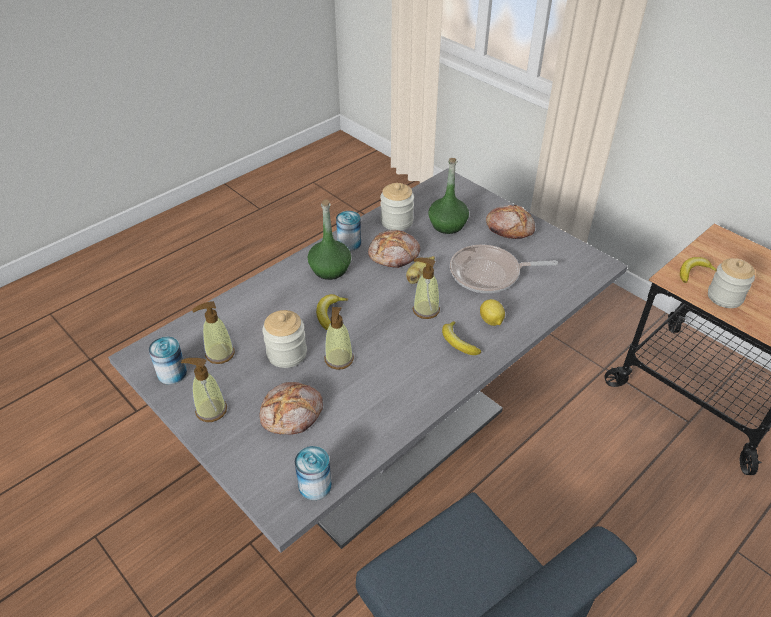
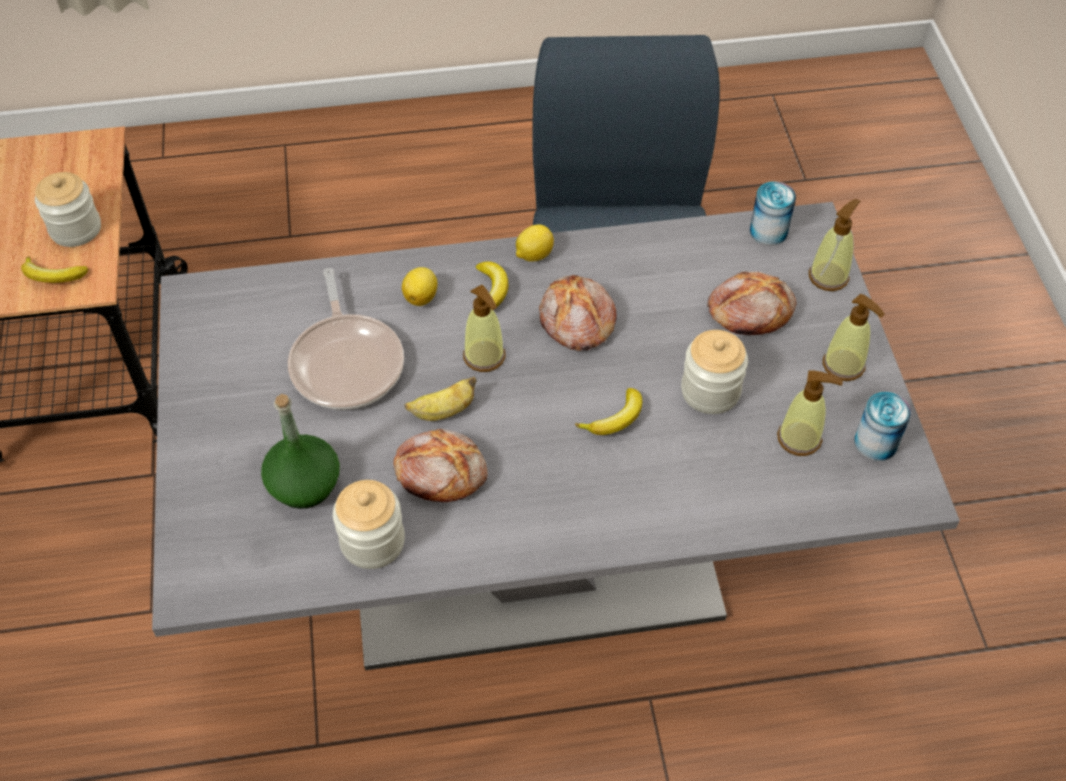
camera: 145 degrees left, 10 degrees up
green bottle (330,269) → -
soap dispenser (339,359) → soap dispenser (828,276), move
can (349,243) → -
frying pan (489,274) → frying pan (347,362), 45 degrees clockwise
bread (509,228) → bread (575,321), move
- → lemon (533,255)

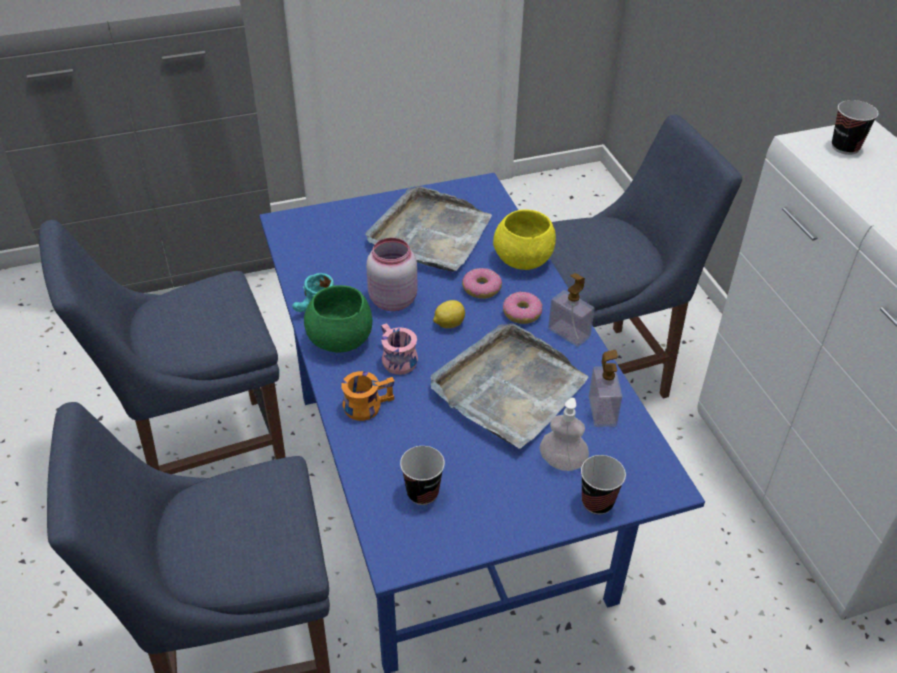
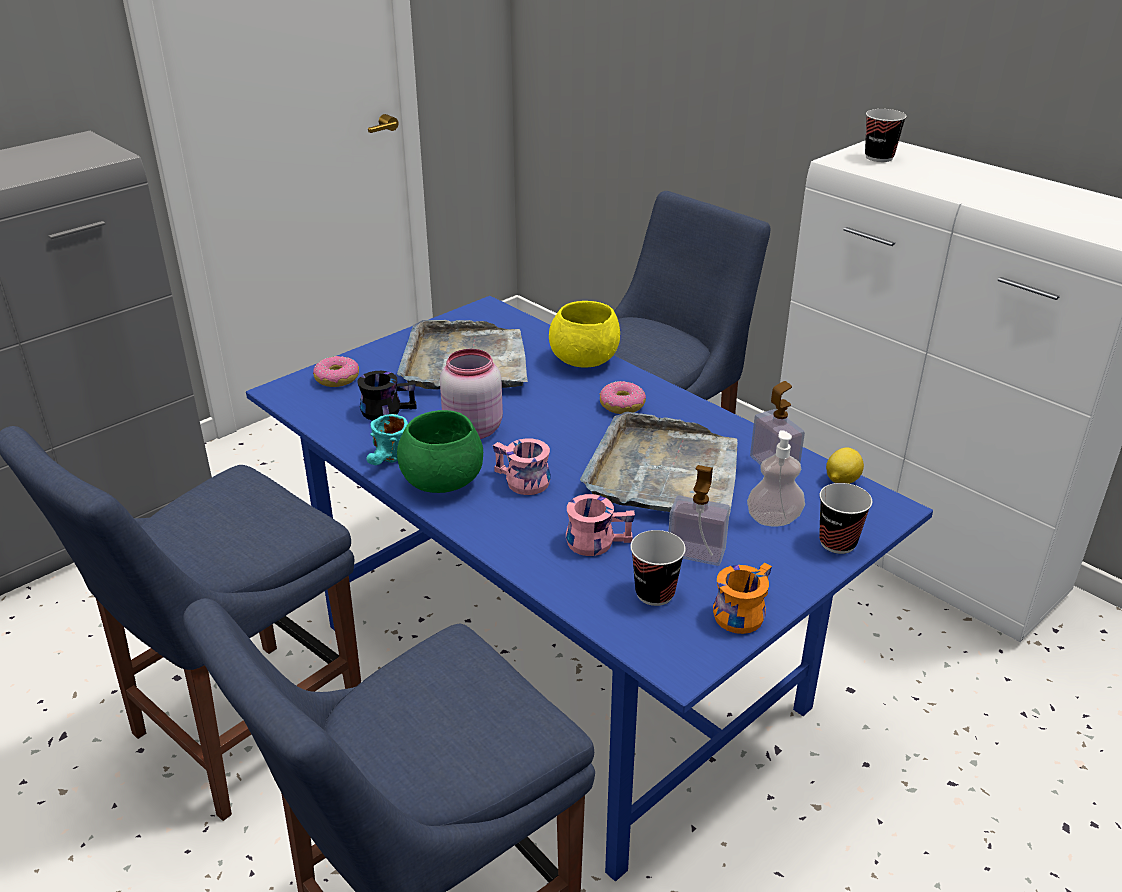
camera: 25 degrees left, 10 degrees down
orange mug (366,404) → orange mug (739,611), move
lemon (448,324) → lemon (841,481), move
donut (481,289) → donut (337,379), move
soap dispenser (569,333) → soap dispenser (696,553), move
- → black mug (387,409)
- → pink mug (597,539)

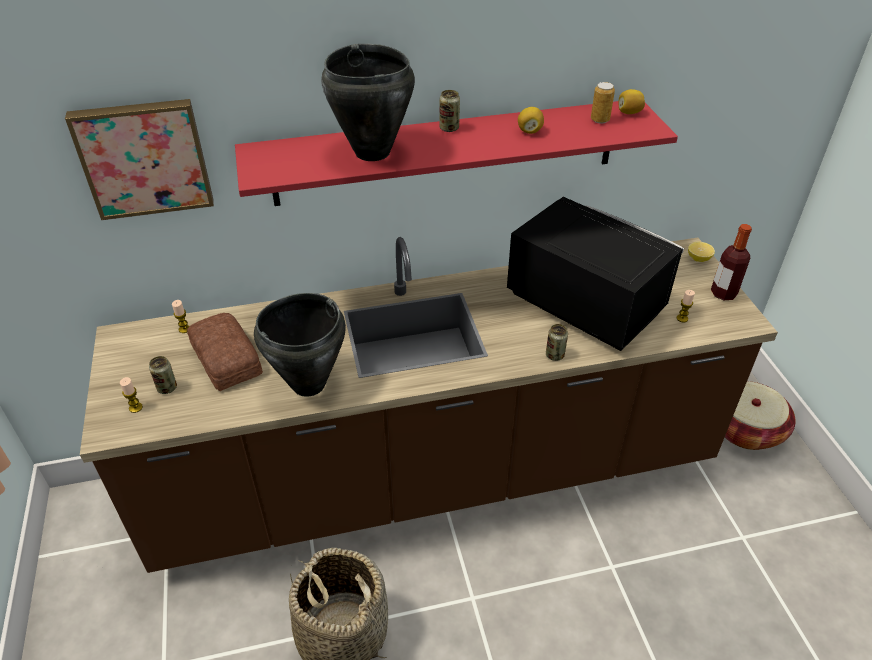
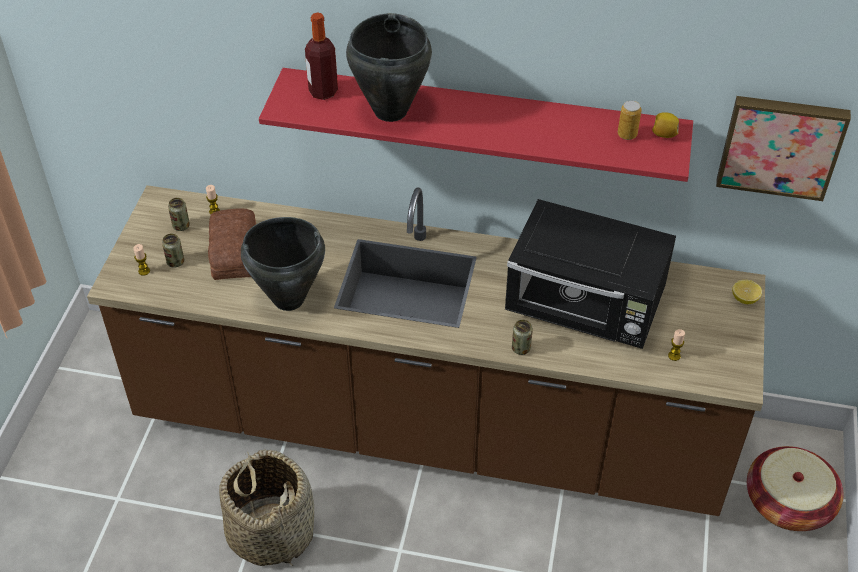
camera: 25 degrees right, 5 degrees up
picture (144,158) → picture (780,145), move
can (449,128) → can (181,226), move
black microwave (583,305) → black microwave (585,308), 135 degrees clockwise
lemon (529,131) → -
bottle (723,293) → bottle (323,92), move

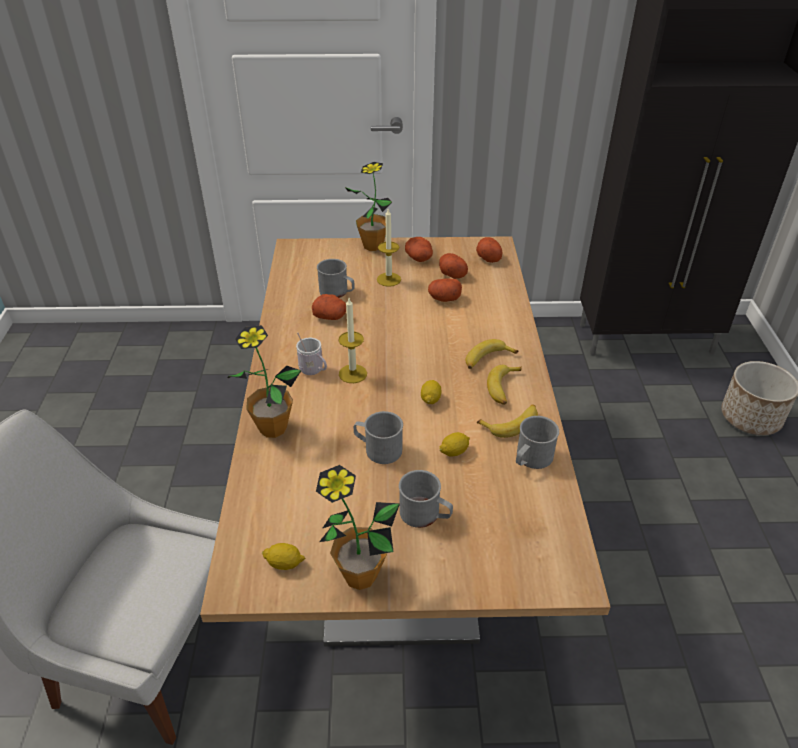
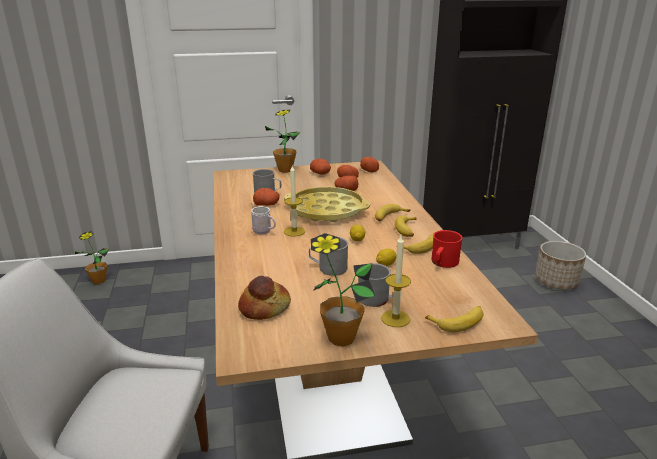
camera: 10 degrees left, 15 degrees down
potted plant (273,428) → potted plant (99,281), move
lemon (284,563) → -
candle (388,279) → candle (395,318), move
grey mug (531,459) → red mug (443,263)
- → bread (265,308)
- → yellow tray (326,210)
- → banana (458,322)

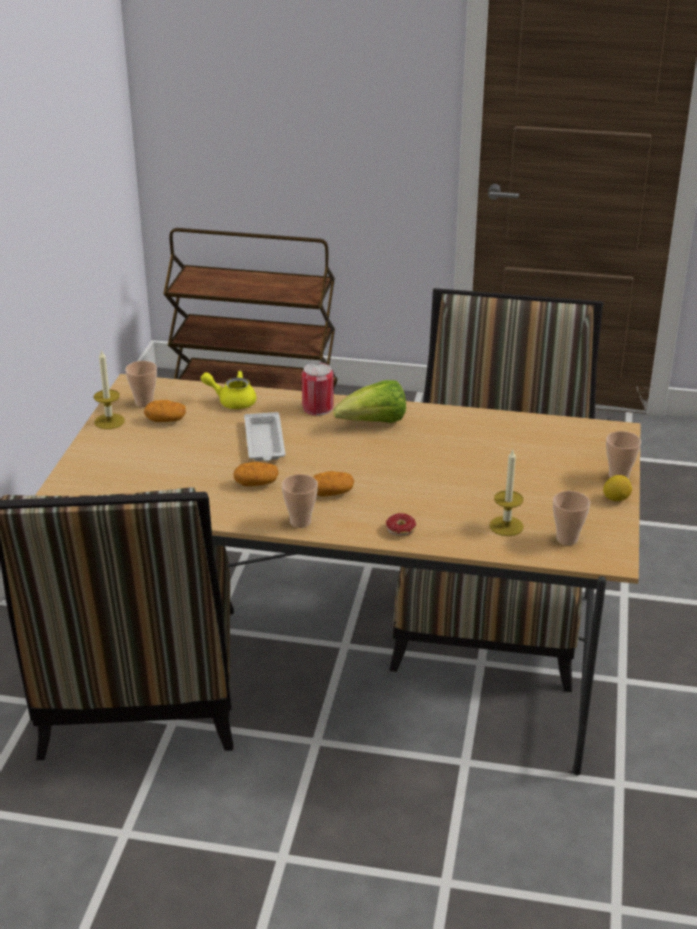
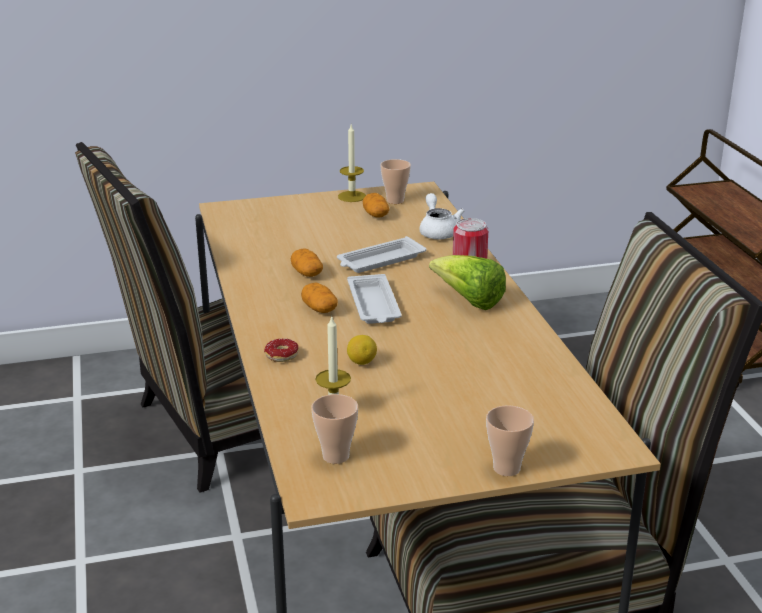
camera: 65 degrees right, 5 degrees down
yellow teapot (232,401) → white teapot (438,231)
cup (300,522) → -
lemon (616,499) → lemon (361,362), move
- → white tray (374,305)

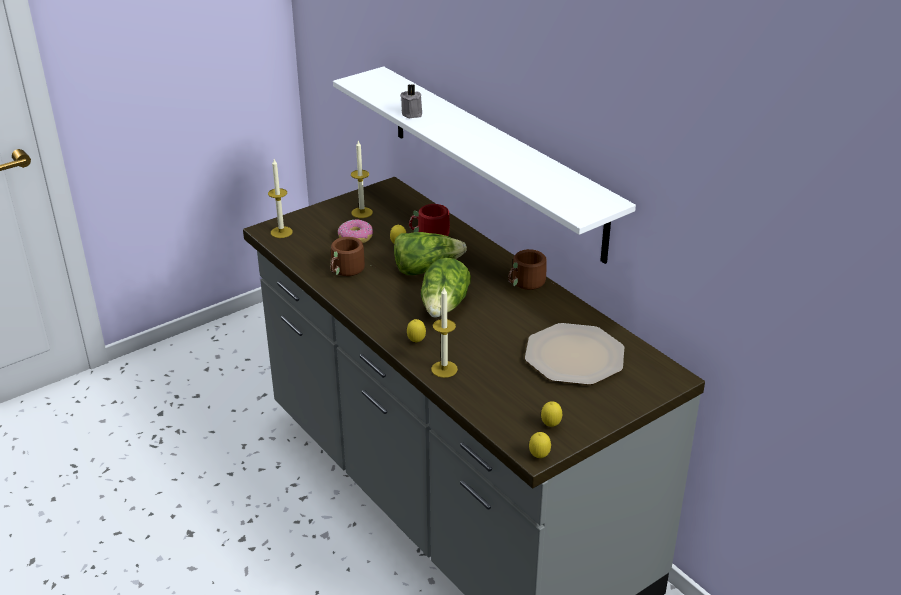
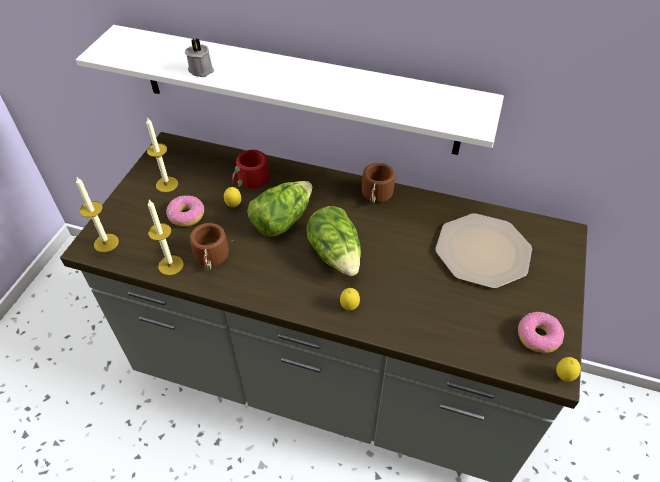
camera: 35 degrees left, 15 degrees up
candle (444,369) → candle (171,265), move
lemon (550,426) → donut (538,336)

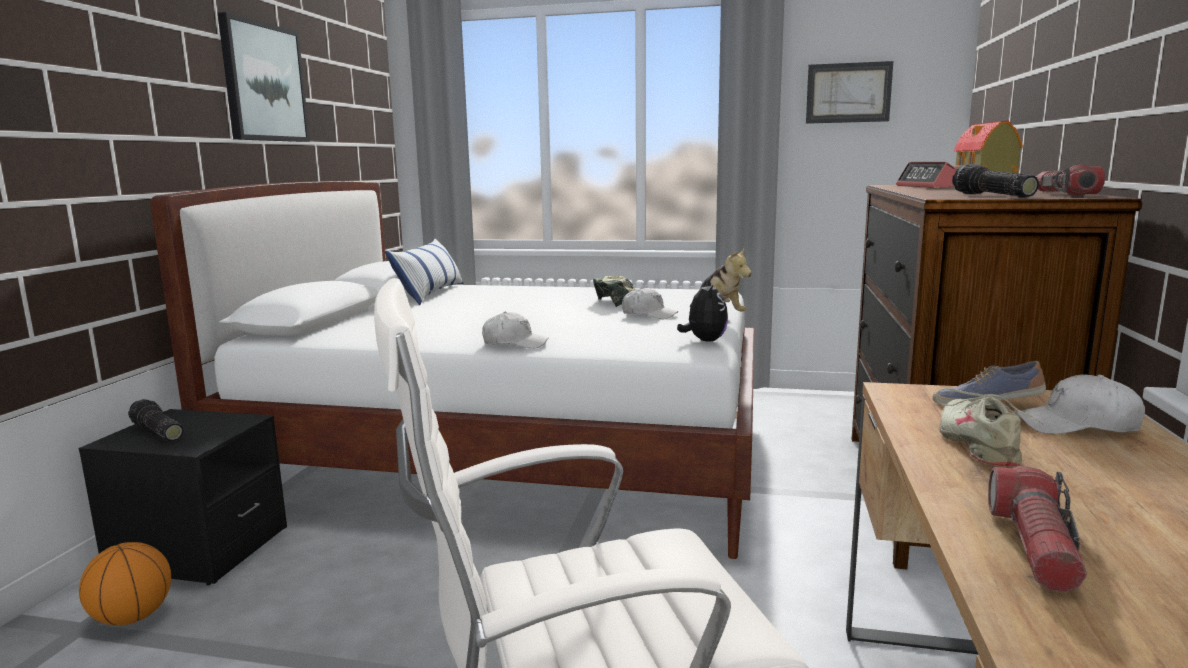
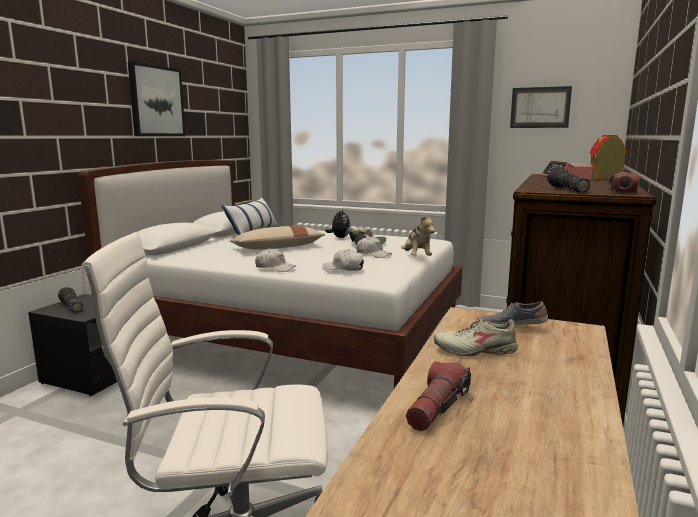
camera: 10 degrees right, 0 degrees up
basketball (132,617) → -
plush toy (704,341) → plush toy (339,237), move
beige shoe (979,445) → beige shoe (475,350), 105 degrees counterclockwise
white cap (1077,425) → white cap (343,269), move
- → beige pillow (278,248)

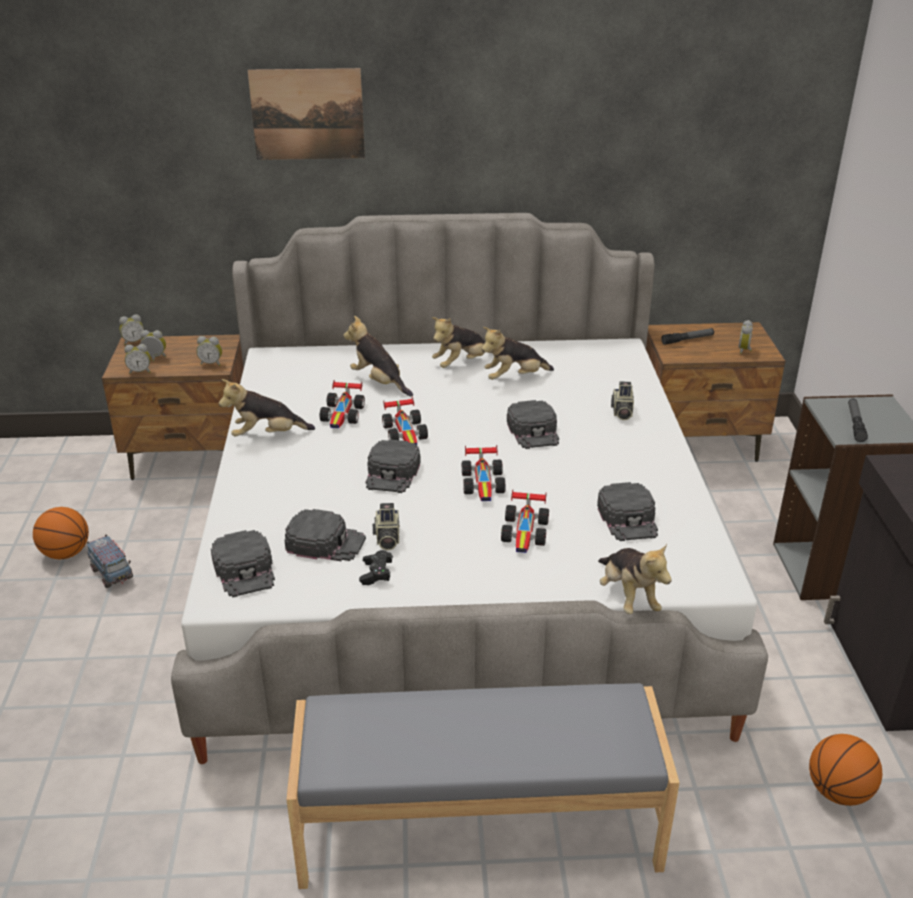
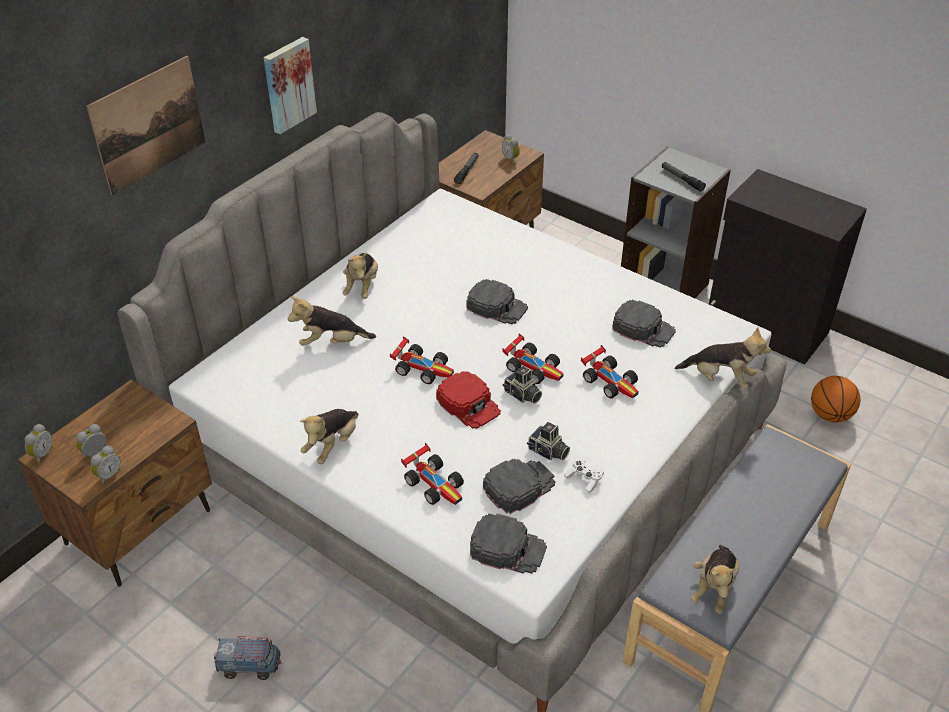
camera: 50 degrees left, 10 degrees up
basketball (66,553) → -
alarm clock (211,363) → -
toy car (343,414) → toy car (435,483), move
black game controller (376,574) → white game controller (584,479)
black cap (392,473) → red cap (469,404)
plush toy (514,378) → plush toy (713,587), move
photo camera (621,412) → photo camera (522,395), move
- → picture (288,84)

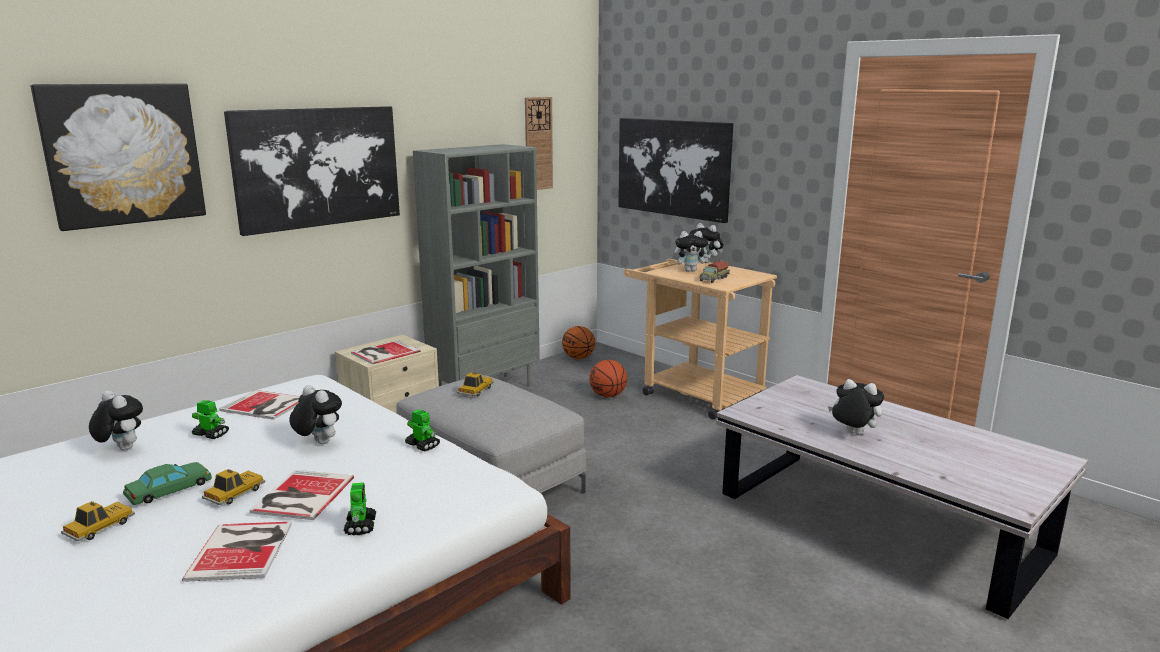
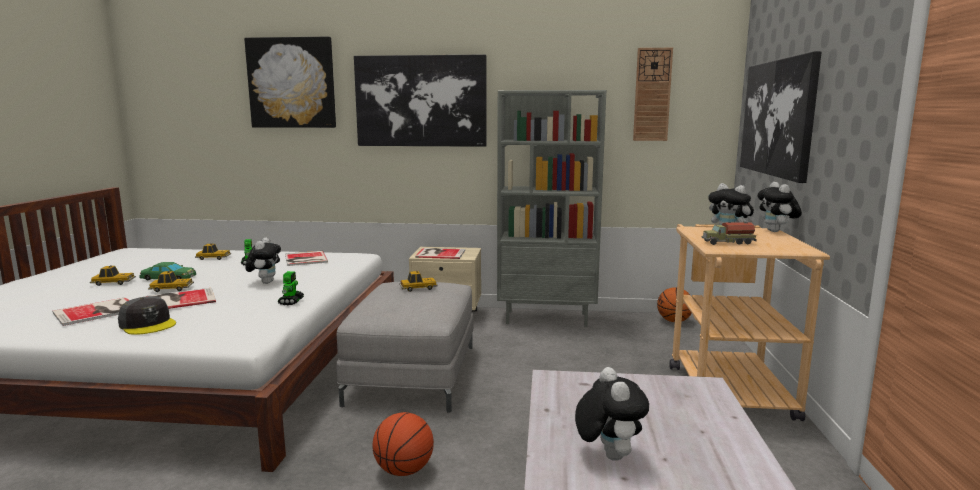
camera: 50 degrees right, 5 degrees down
plush toy (121,449) → toy car (213,258)
toy robot (360,526) → grey cap (148,324)
basketball (608,395) → basketball (404,470), move

